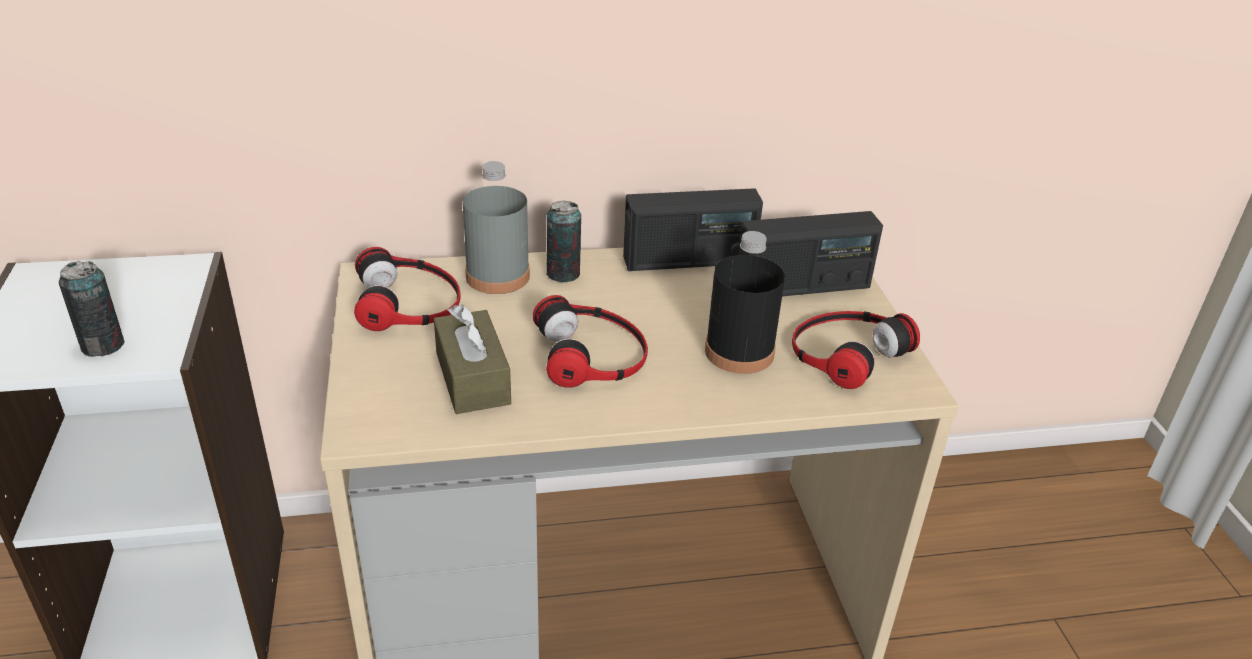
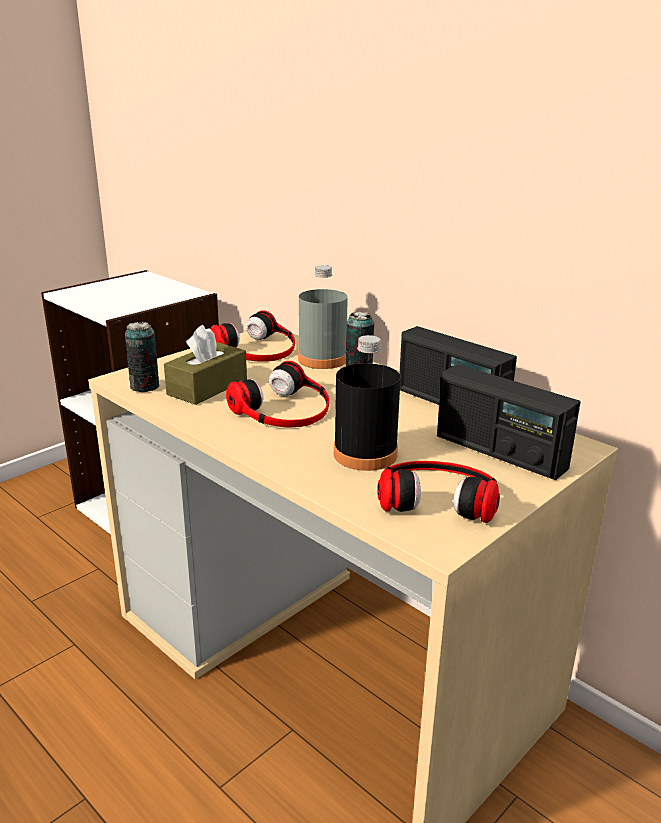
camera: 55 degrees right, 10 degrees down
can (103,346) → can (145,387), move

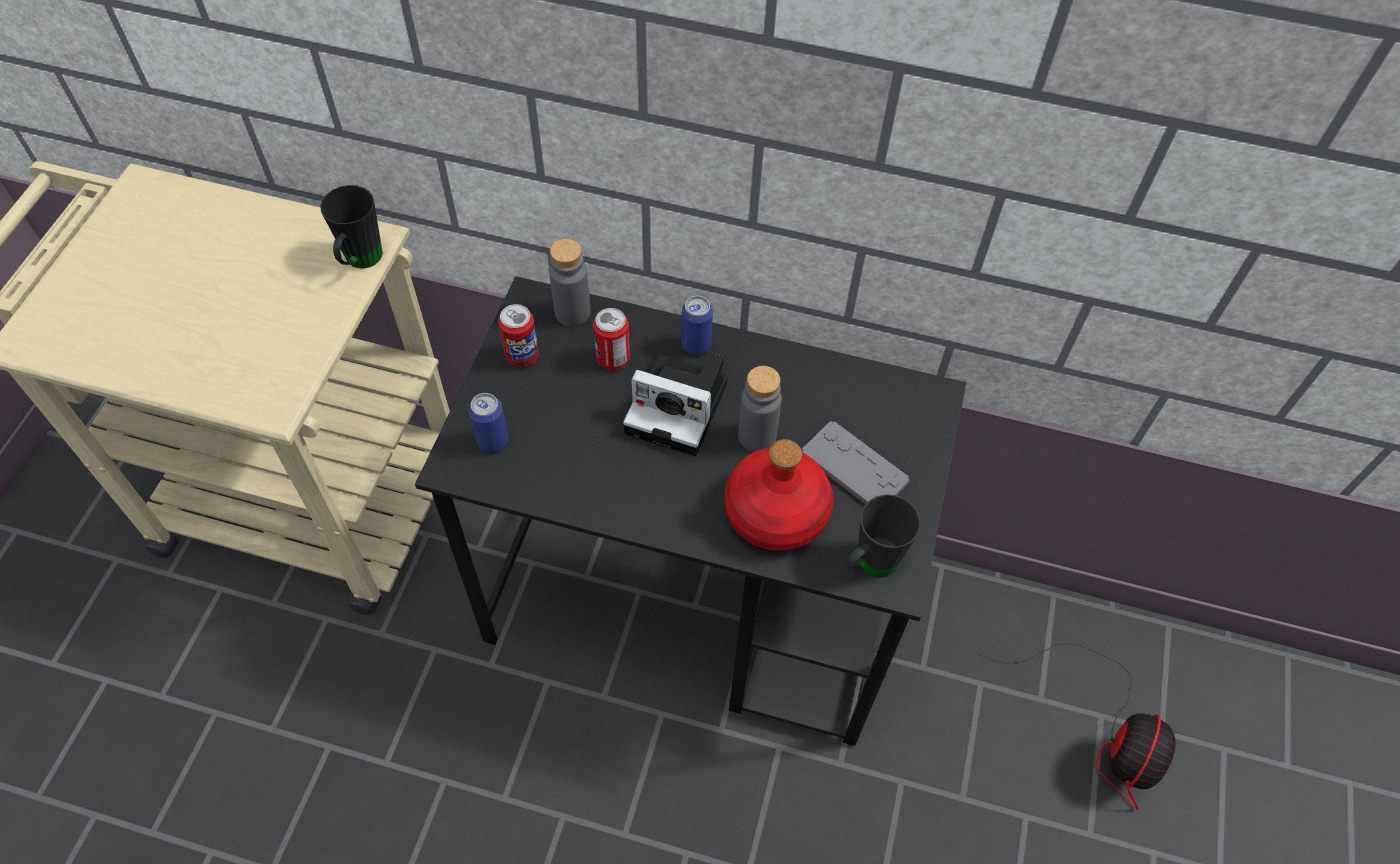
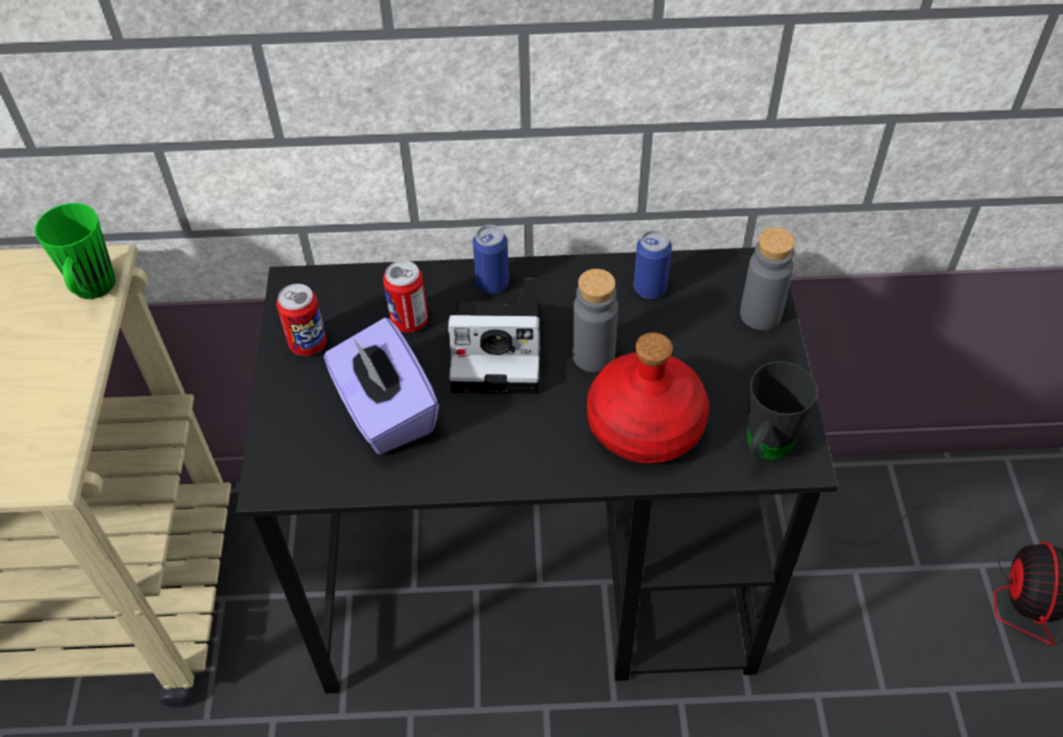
camera: 15 degrees left, 5 degrees down
black mug (360,262) → green mug (93,292)
can (493,441) → can (650,288), move
grey bottle (572,312) → grey bottle (760,314), move
grey game controller (854,467) → -
- → purple tissue box (385,411)

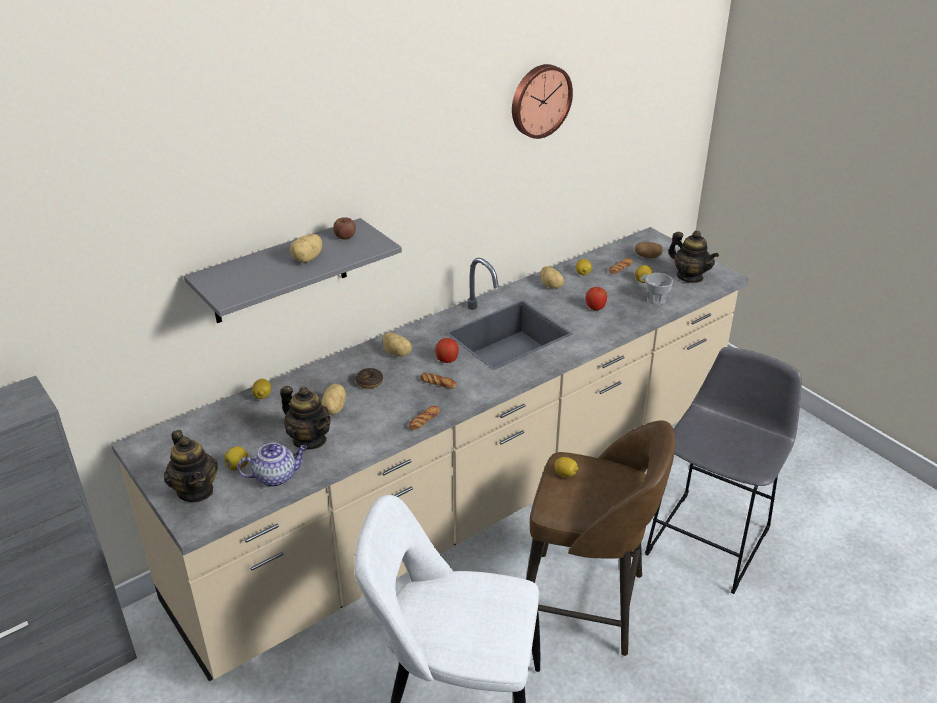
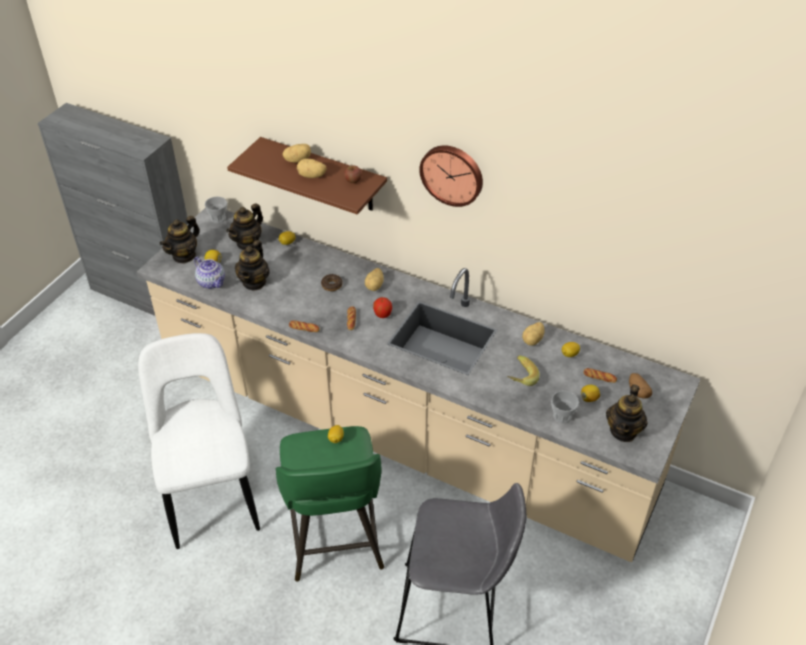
camera: 65 degrees right, 10 degrees up
grey shelf (280,272) → brown shelf (323,175)
potato (333,408) → potato (297,160), move
wall clock (539,100) → wall clock (452,174), move
brown stool (586,603) → green stool (335,540)
apple (595,307) → banana (518,378)
- → cup (218,218)
- → teapot (248,243)

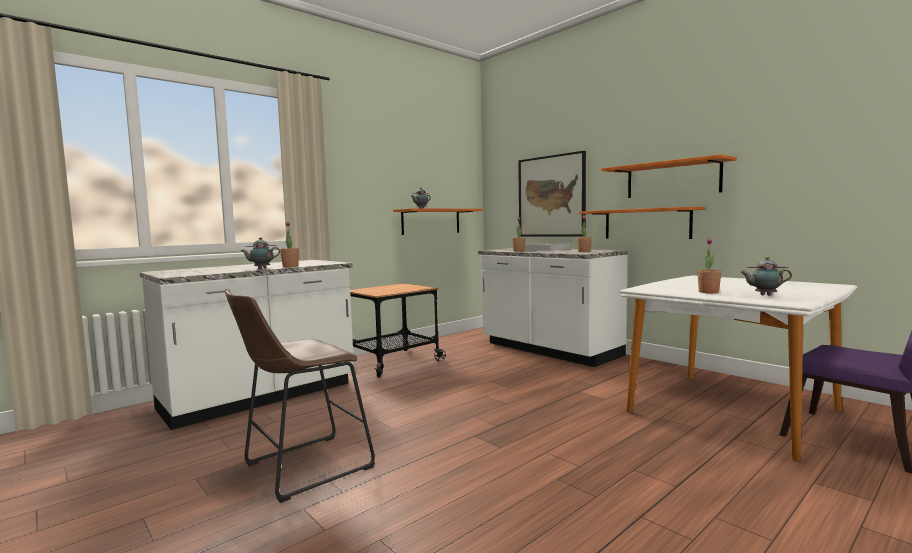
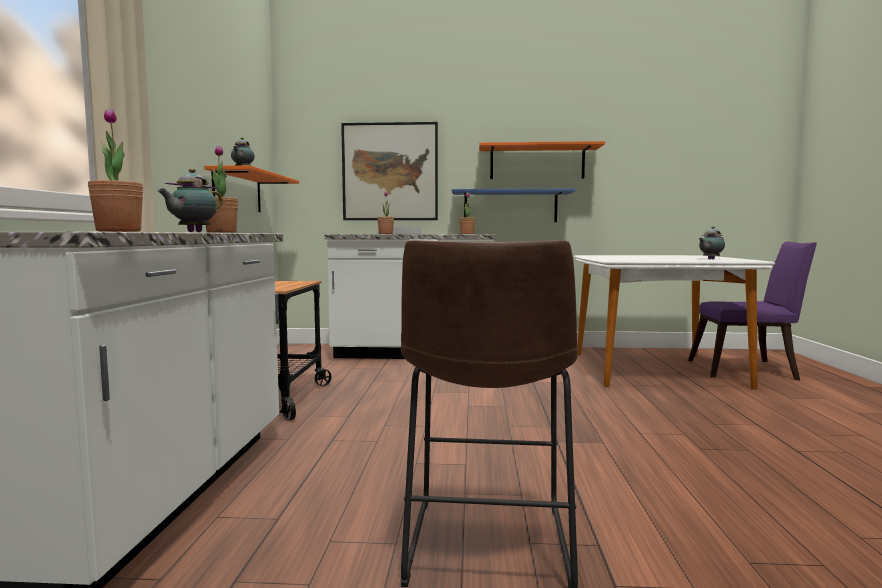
camera: 45 degrees left, 0 degrees up
orange shelf (646,224) → blue shelf (510,207)
potted plant (708,292) → potted plant (118,231), move

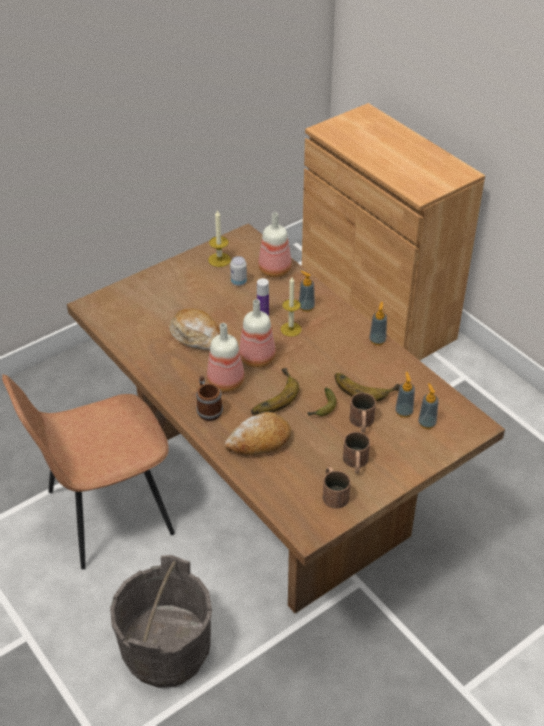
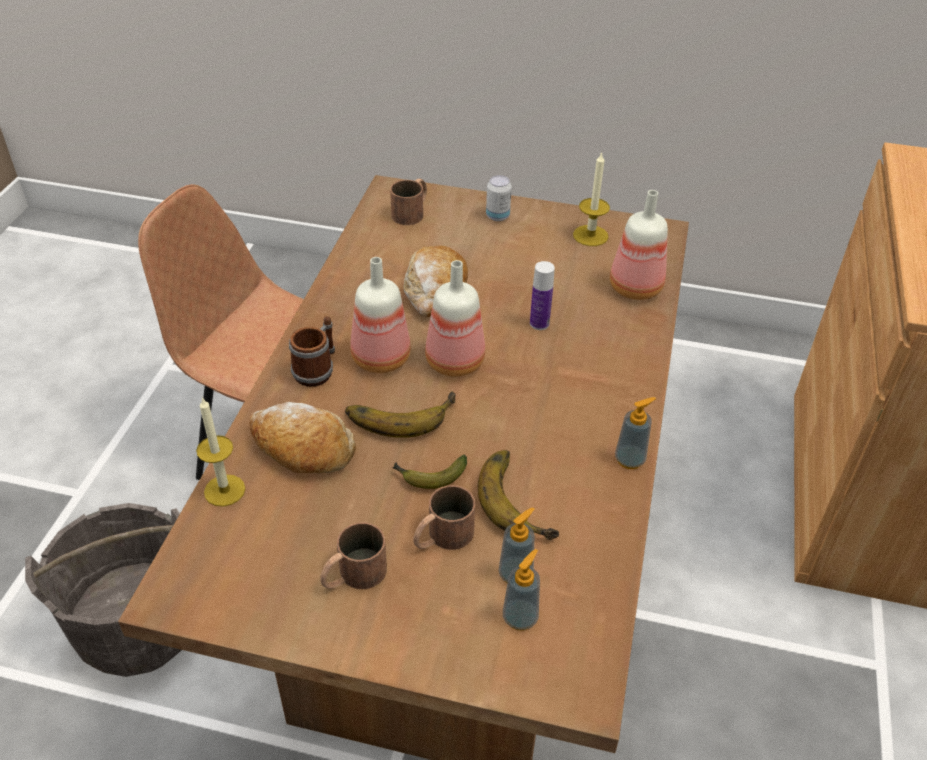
camera: 50 degrees right, 0 degrees up
can (238,282) → can (497,216), move
candle (291,329) → candle (224,490), move
soap dispenser (306,307) → -
brown mug (333,492) → brown mug (412,212), move

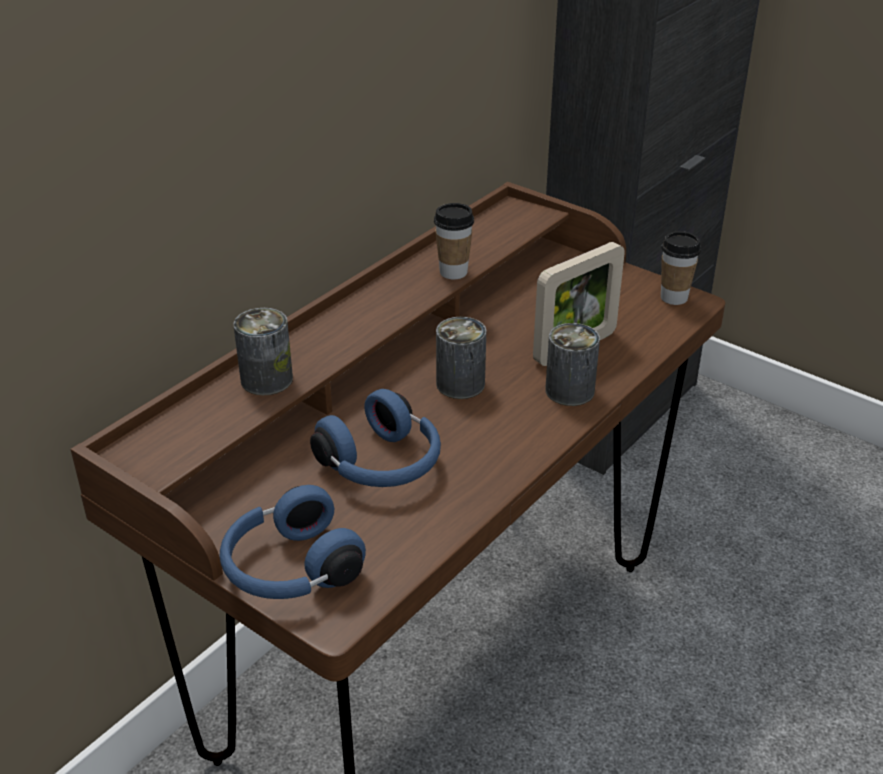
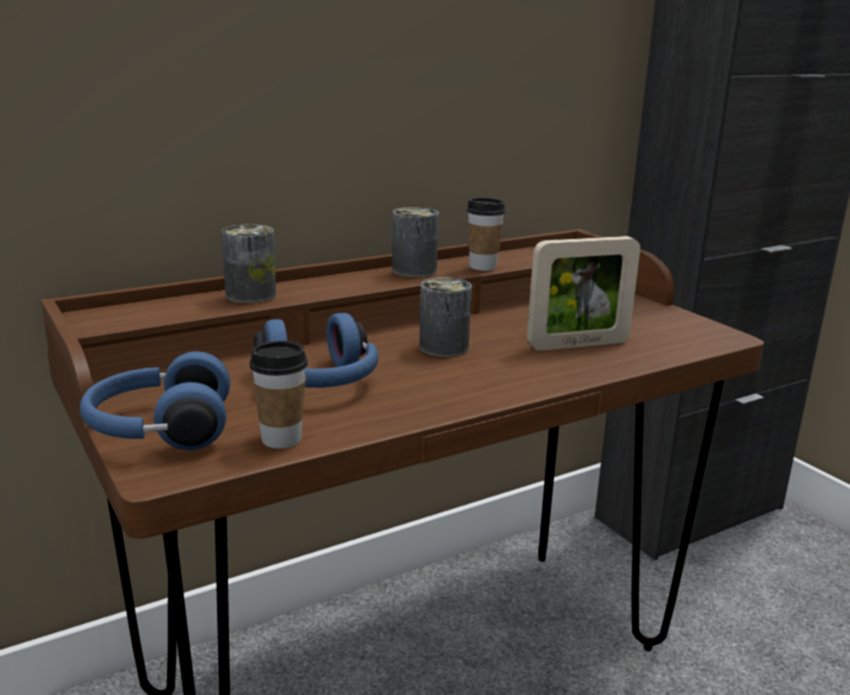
camera: 20 degrees right, 15 degrees down
can (569,391) → can (414,270), move
cup (674,297) → cup (281,439), move

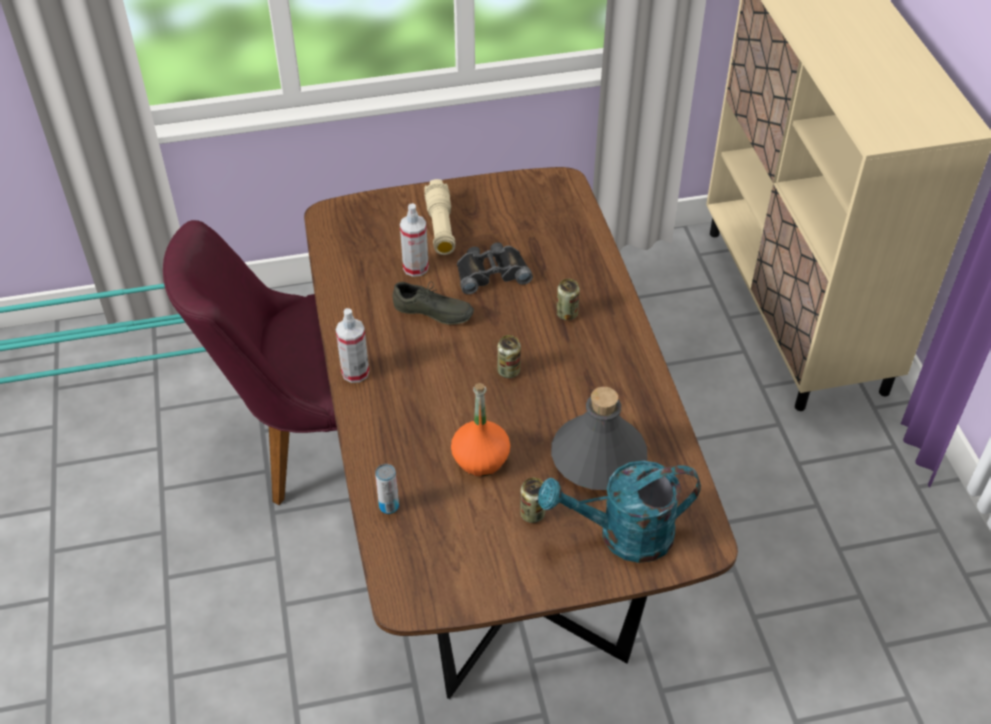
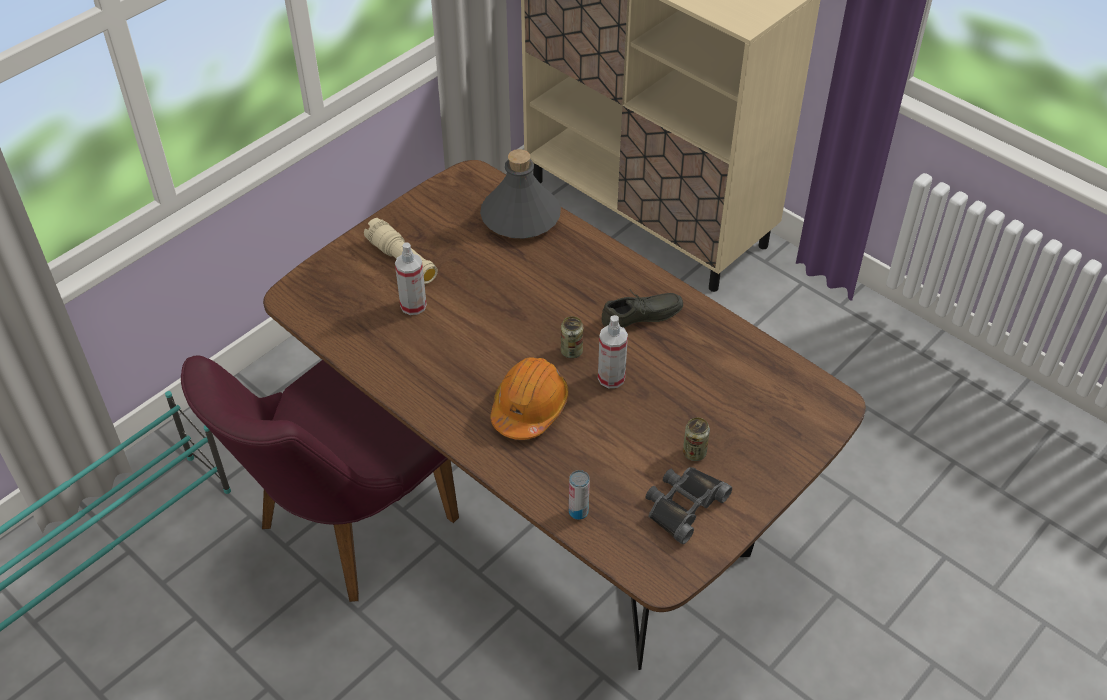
camera: 35 degrees left, 0 degrees up
spray bottle (355,372) → spray bottle (611,378), move
grey shoe (432,313) → grey shoe (642,318), move
orange bottle (480,459) → -
black binoculars (491,272) → black binoculars (683,505), move
turquoise watering can (623,535) → -
grey bottle (599,457) → grey bottle (521,217), move
can (567,314) → -
- → orange hard hat (529,408)

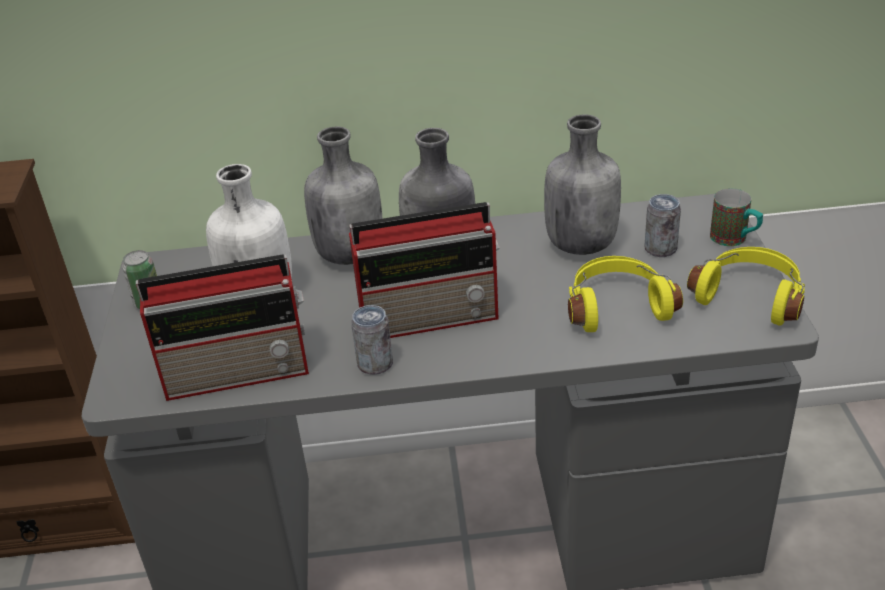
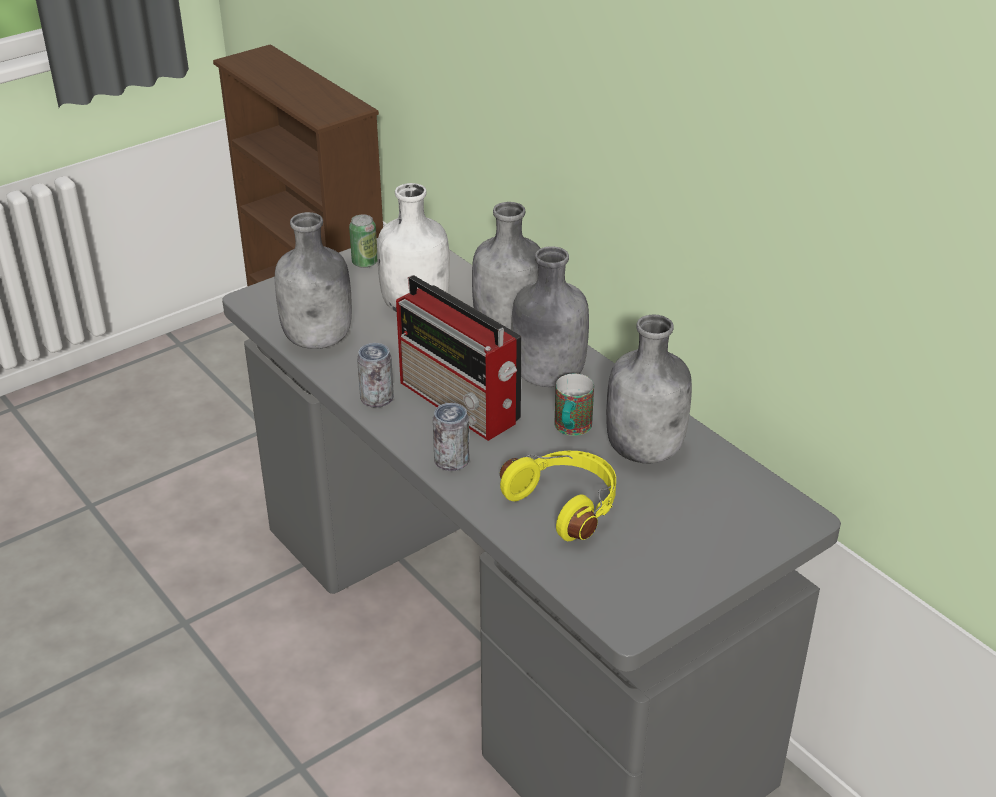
camera: 55 degrees right, 0 degrees up
radio (240,371) → grey bottle (319,339)
can (660,249) → can (451,461), move
yellow headphones (750,296) → -
mug (734,240) → mug (571,429), move

